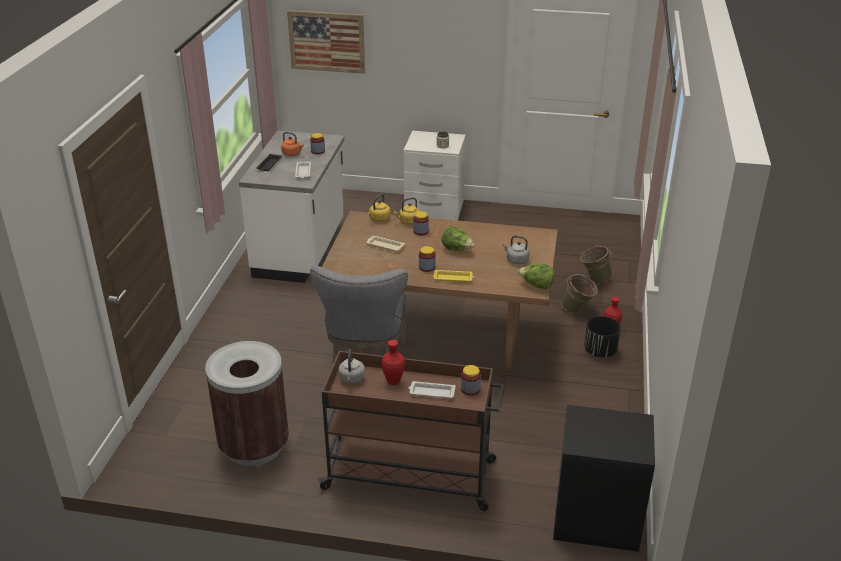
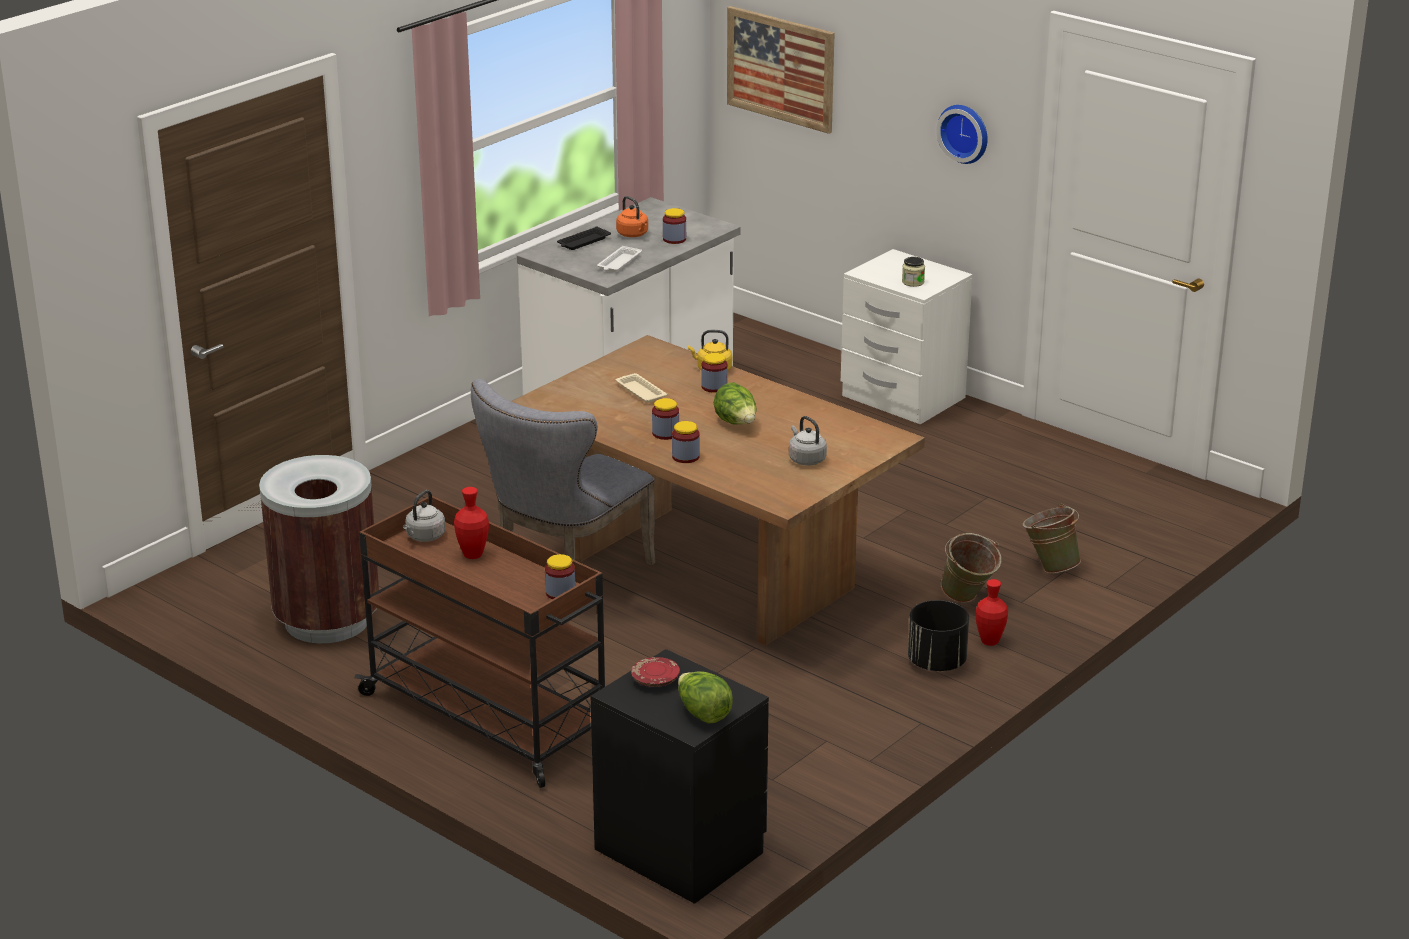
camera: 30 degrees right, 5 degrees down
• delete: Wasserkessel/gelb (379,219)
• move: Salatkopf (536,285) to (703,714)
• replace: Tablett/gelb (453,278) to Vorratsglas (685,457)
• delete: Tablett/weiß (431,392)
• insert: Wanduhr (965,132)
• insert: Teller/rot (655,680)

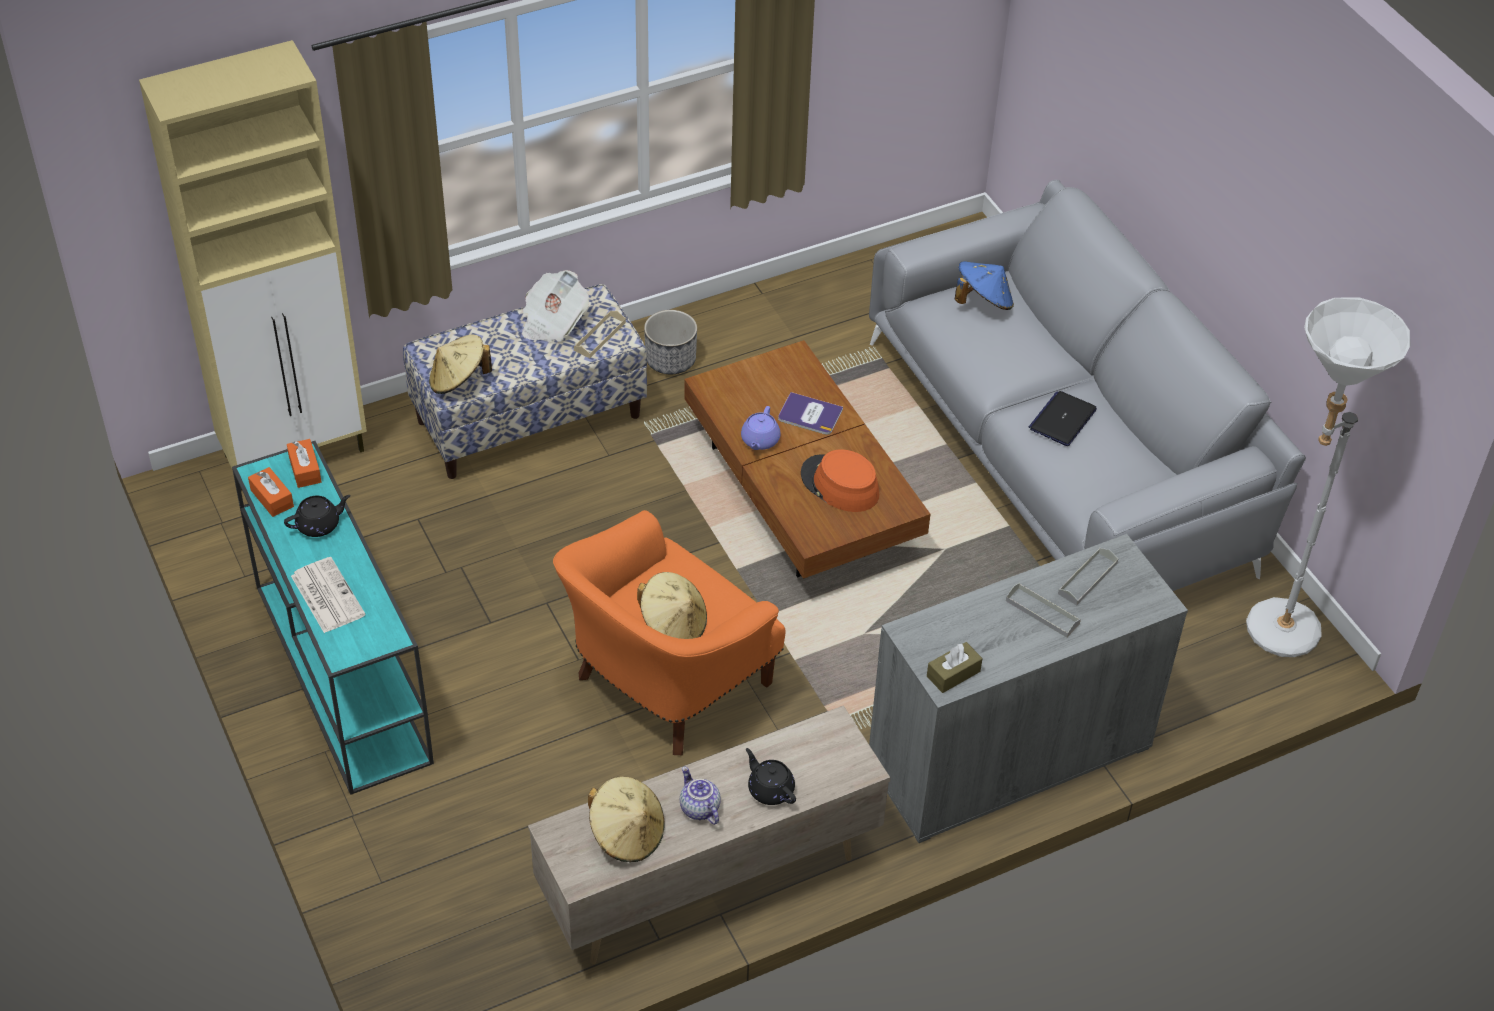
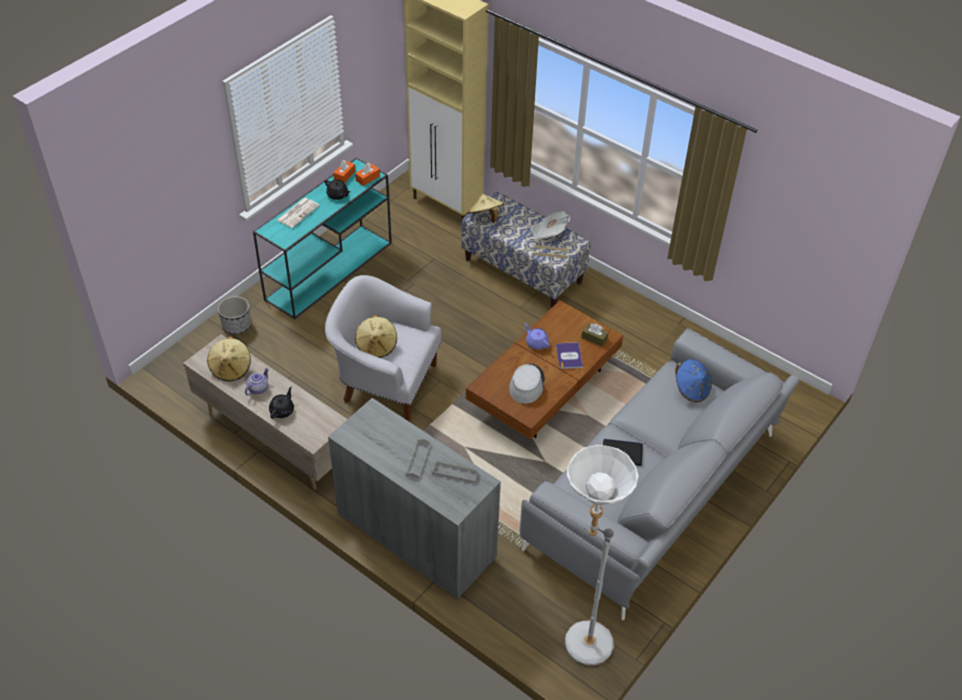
camera: 65 degrees right, 0 degrees up
• move: Pflanzkübel (670,360) to (237,325)
• rotate: Teekanne/lila (760,440) = (536,343) 60 degrees clockwise
• recolor: Hut/orange (839,485) to Hut/grau (526,384)
• recolor: Sessel/orange (666,684) to Sessel/weiß (385,381)
• move: Taschentuchbox/braun (953,674) to (594,338)

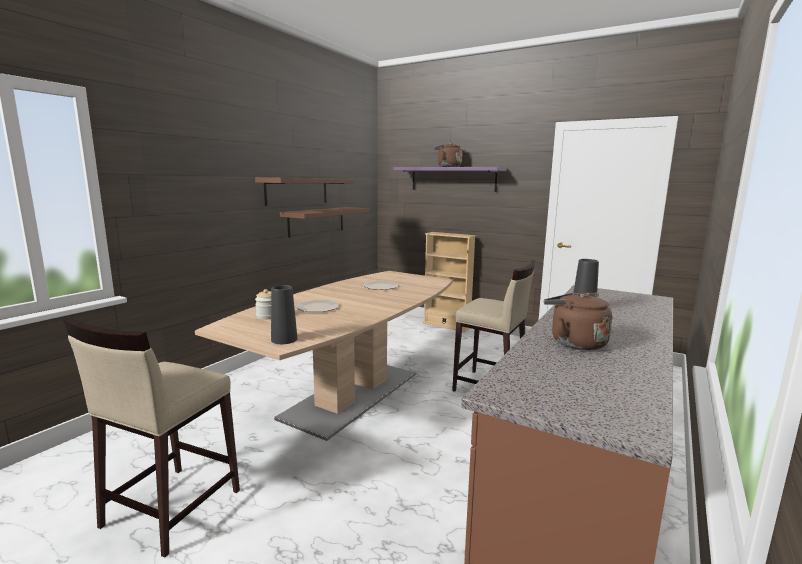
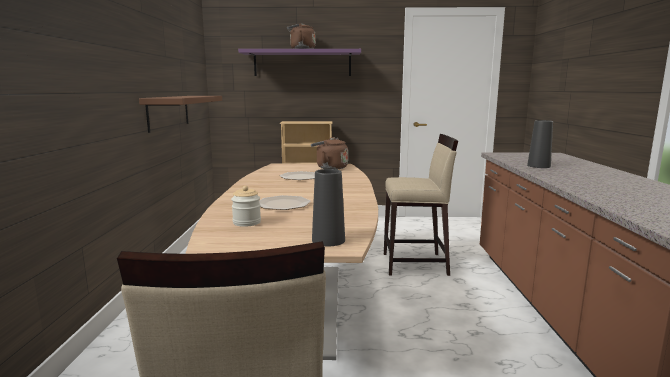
camera: 30 degrees left, 0 degrees up
• delete: Wandregal/braun (297,191)
• move: Wasserkessel/braun (574,342) to (329,168)

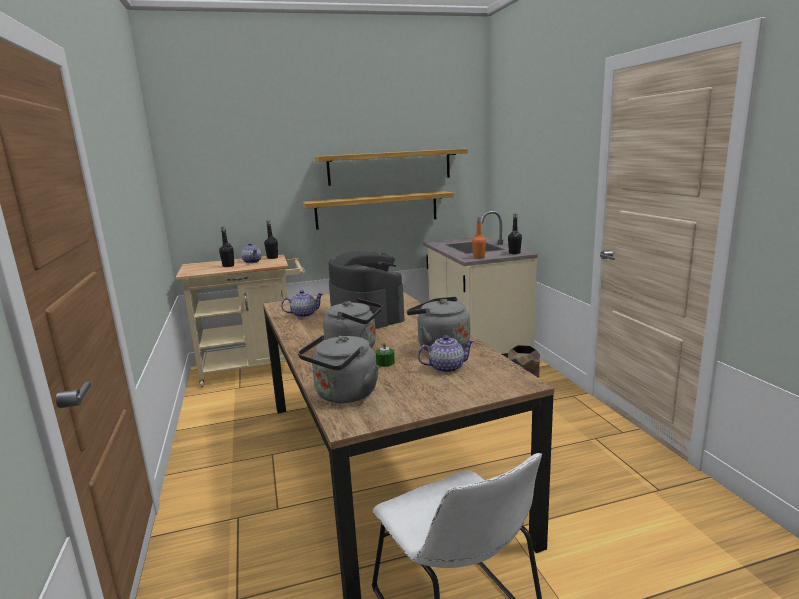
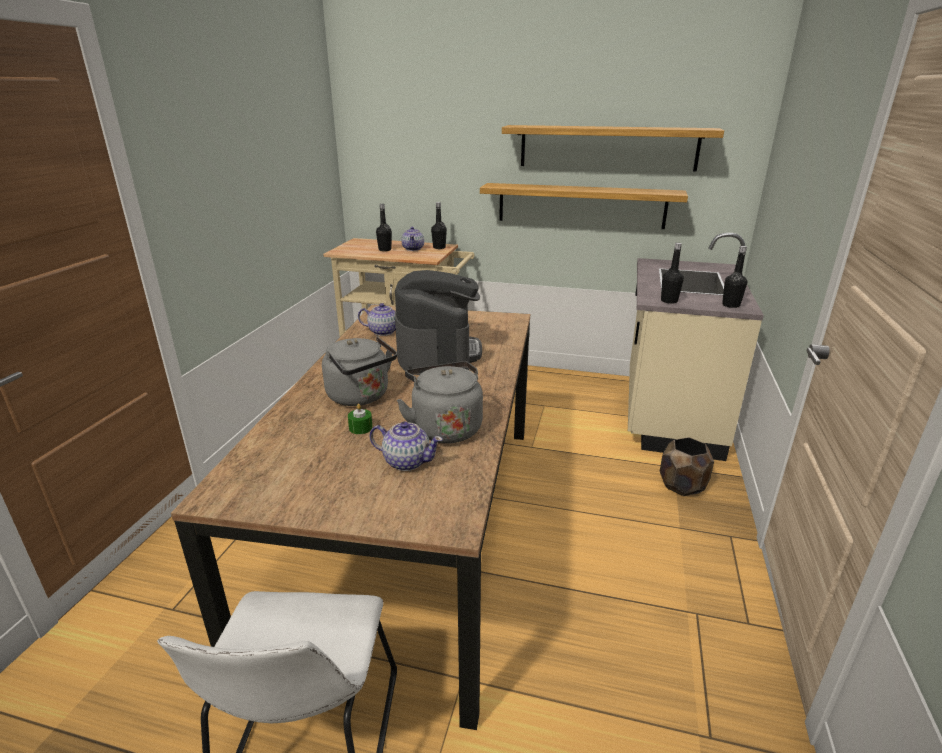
camera: 30 degrees right, 10 degrees up
• recolor: Flasche/orange (479,257) to Flasche/schwarz (669,301)
• delete: Wasserkessel/grau (344,395)

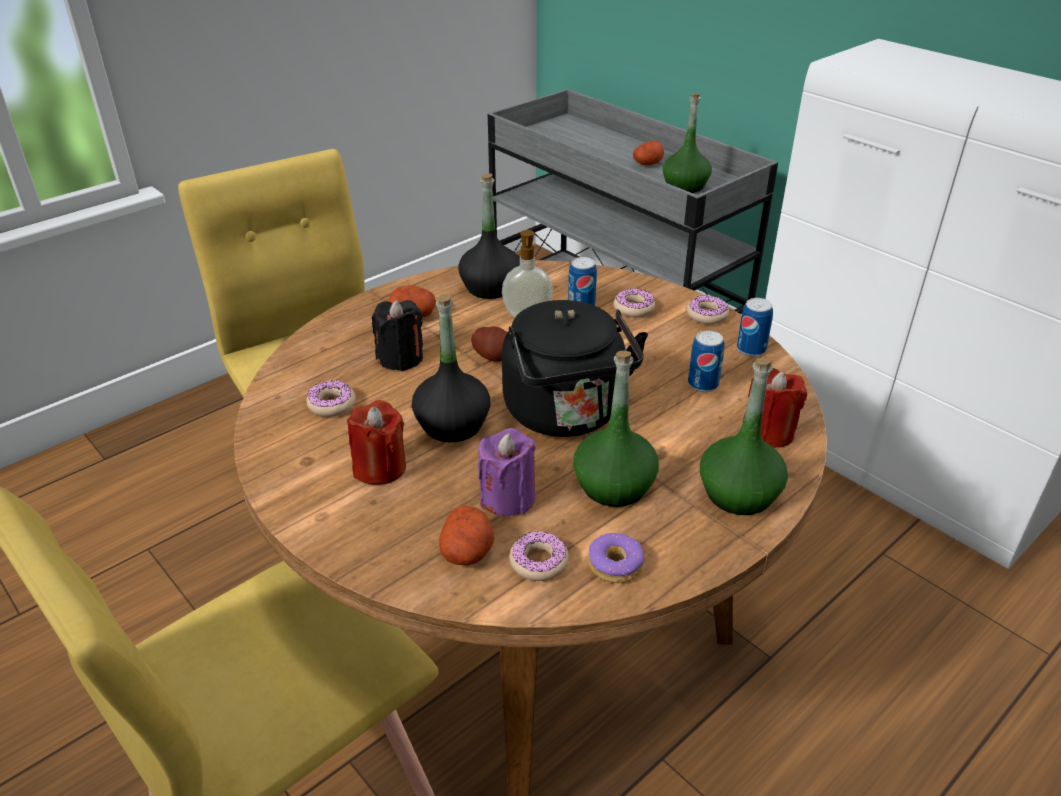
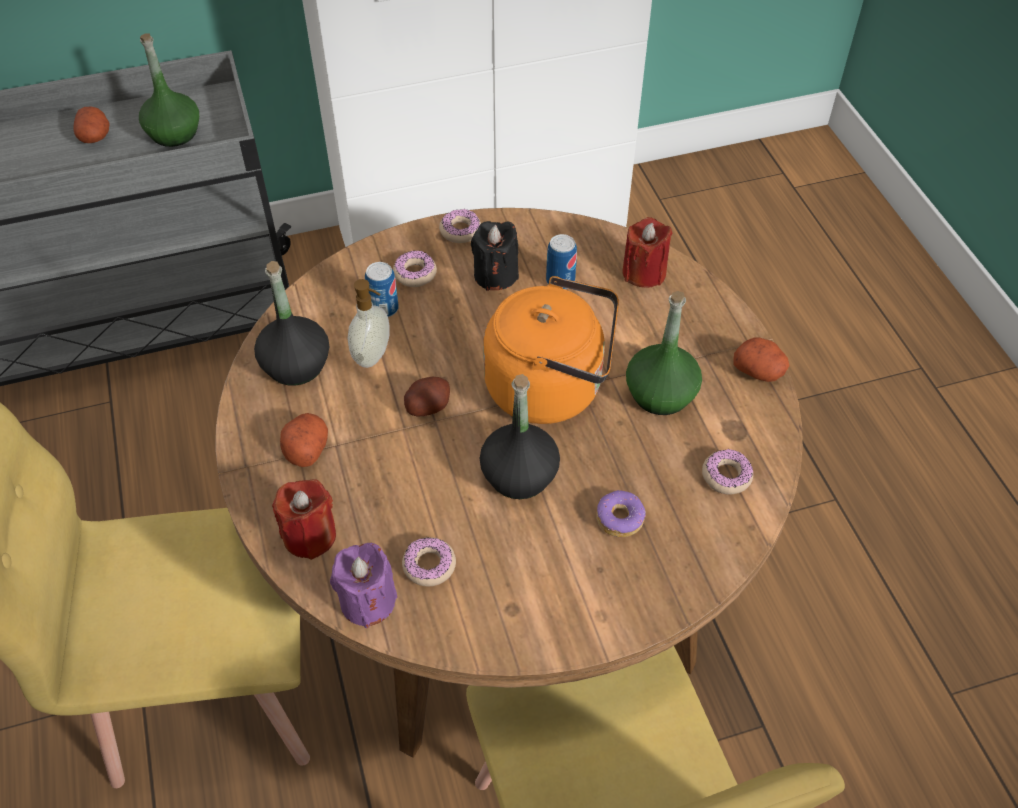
camera: 65 degrees left, 15 degrees up
• delete: Dose (751,349)
• move: Kerze/schwarz (400,358) to (495,275)
• recolor: Wasserkessel/schwarz (567,415) to Wasserkessel/orange (551,387)
• delete: Flasche/grün (738,494)
• move: Kerze/rot (379,468) to (310,536)
• move: Kerze/lila (508,498) to (368,601)
• move: Kartoffel (467,552) to (759,371)
• move: Donut (615,565) to (619,518)

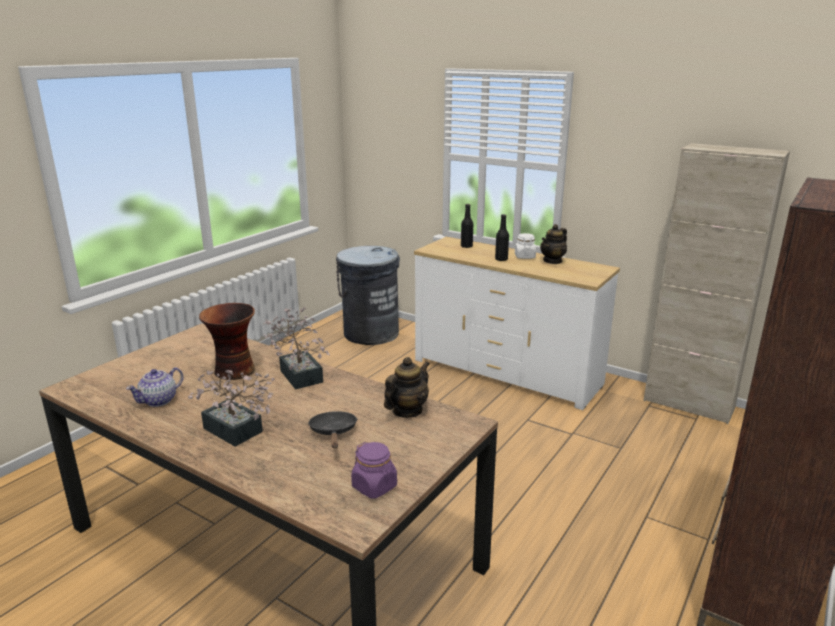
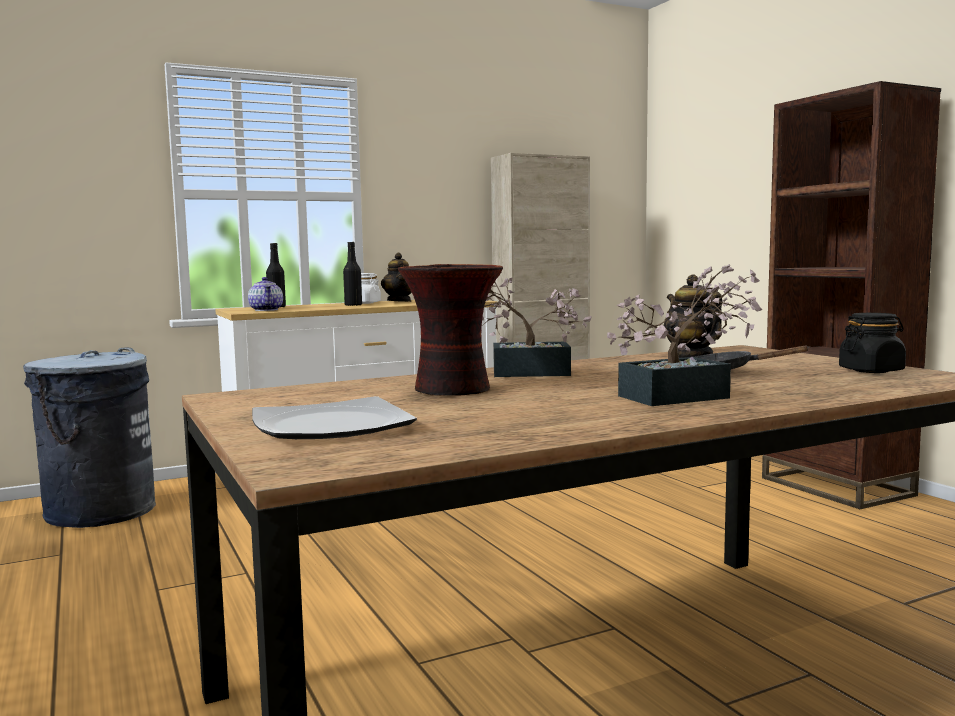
camera: 60 degrees left, 15 degrees down
• move: Teekanne (159,400) to (266,310)
• recolor: Vorratsglas/lila (374,487) to Vorratsglas/schwarz (871,370)
• insert: Teller (330,426)

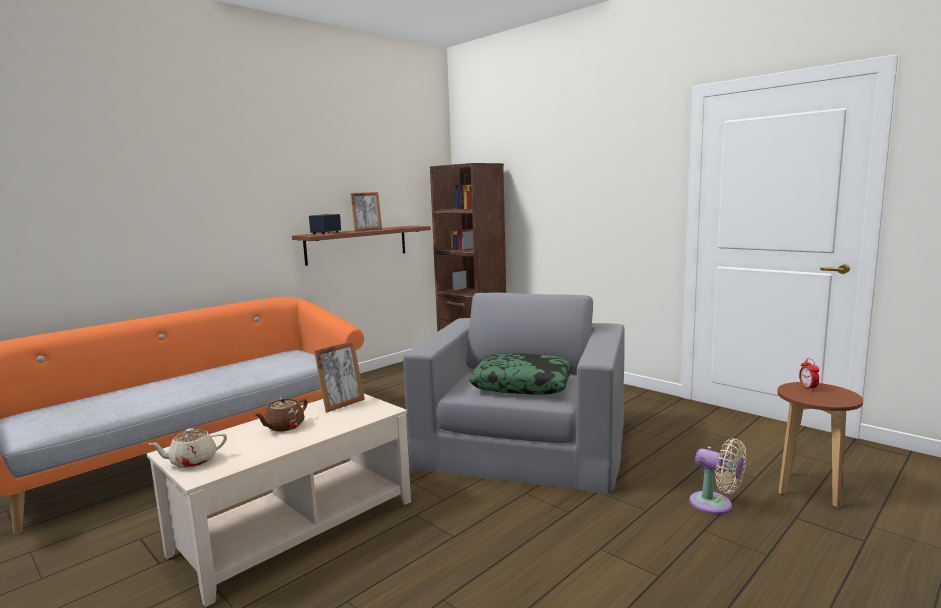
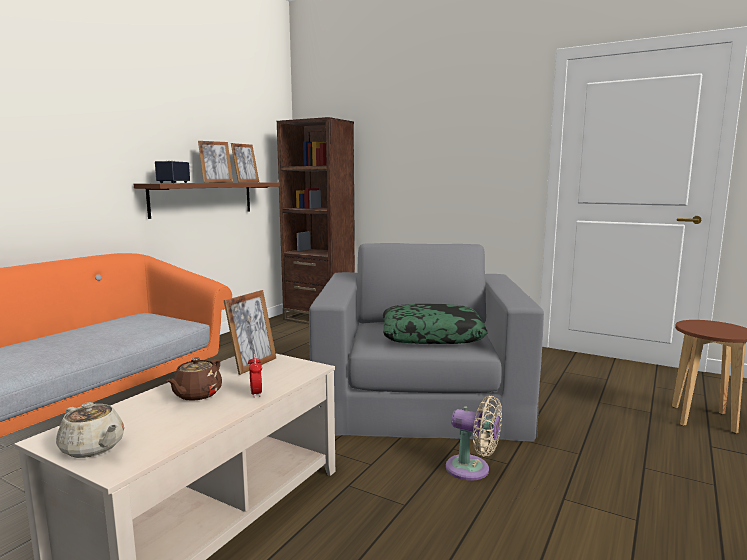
camera: 15 degrees left, 0 degrees up
• move: Wecker (808,388) to (256,393)
• rotate: Teekanne/beige (192,461) = (93,448) 105 degrees counterclockwise
• move: Ventilator/beige (715,505) to (472,469)
• insert: Bilderrahmen (246,182)

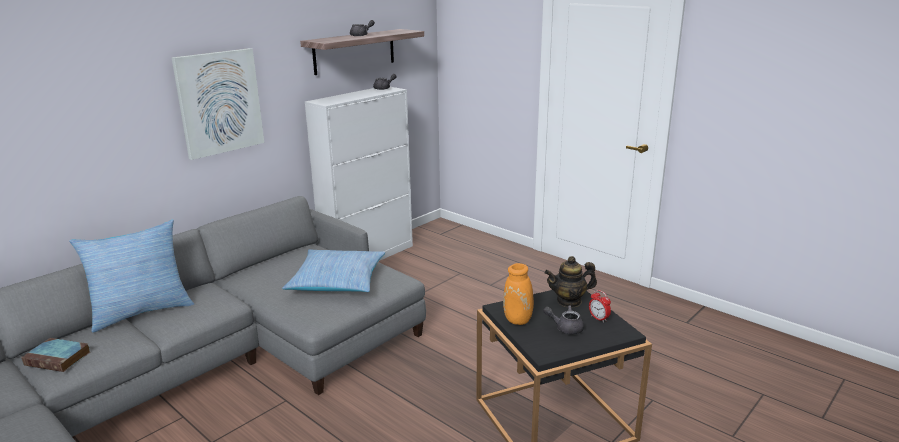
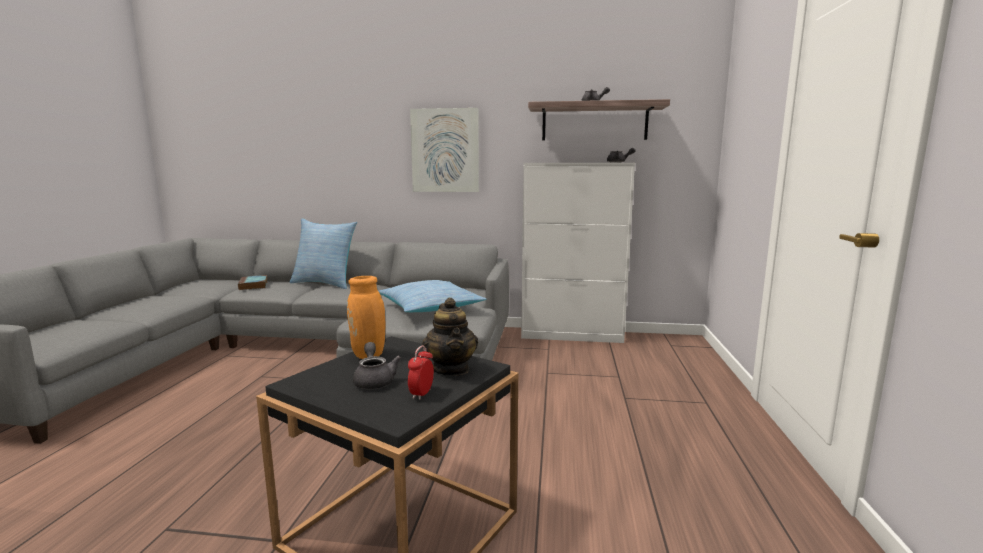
camera: 55 degrees right, 10 degrees down
• rotate: Teekanne (569,301) = (451,369) 150 degrees counterclockwise

